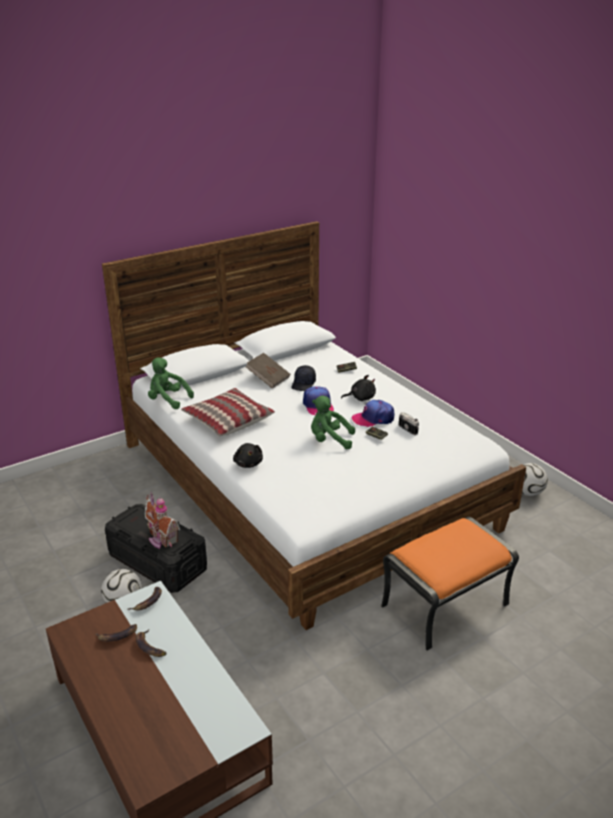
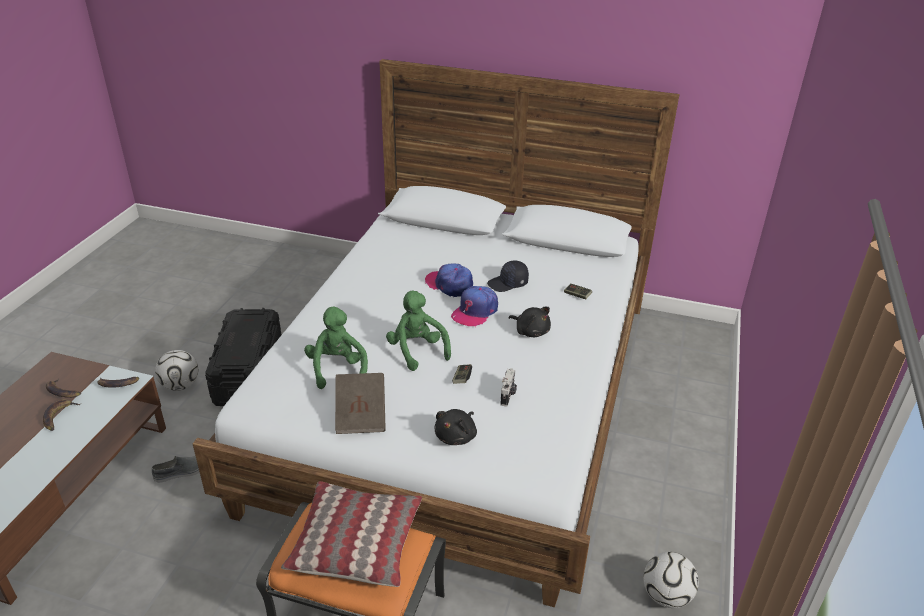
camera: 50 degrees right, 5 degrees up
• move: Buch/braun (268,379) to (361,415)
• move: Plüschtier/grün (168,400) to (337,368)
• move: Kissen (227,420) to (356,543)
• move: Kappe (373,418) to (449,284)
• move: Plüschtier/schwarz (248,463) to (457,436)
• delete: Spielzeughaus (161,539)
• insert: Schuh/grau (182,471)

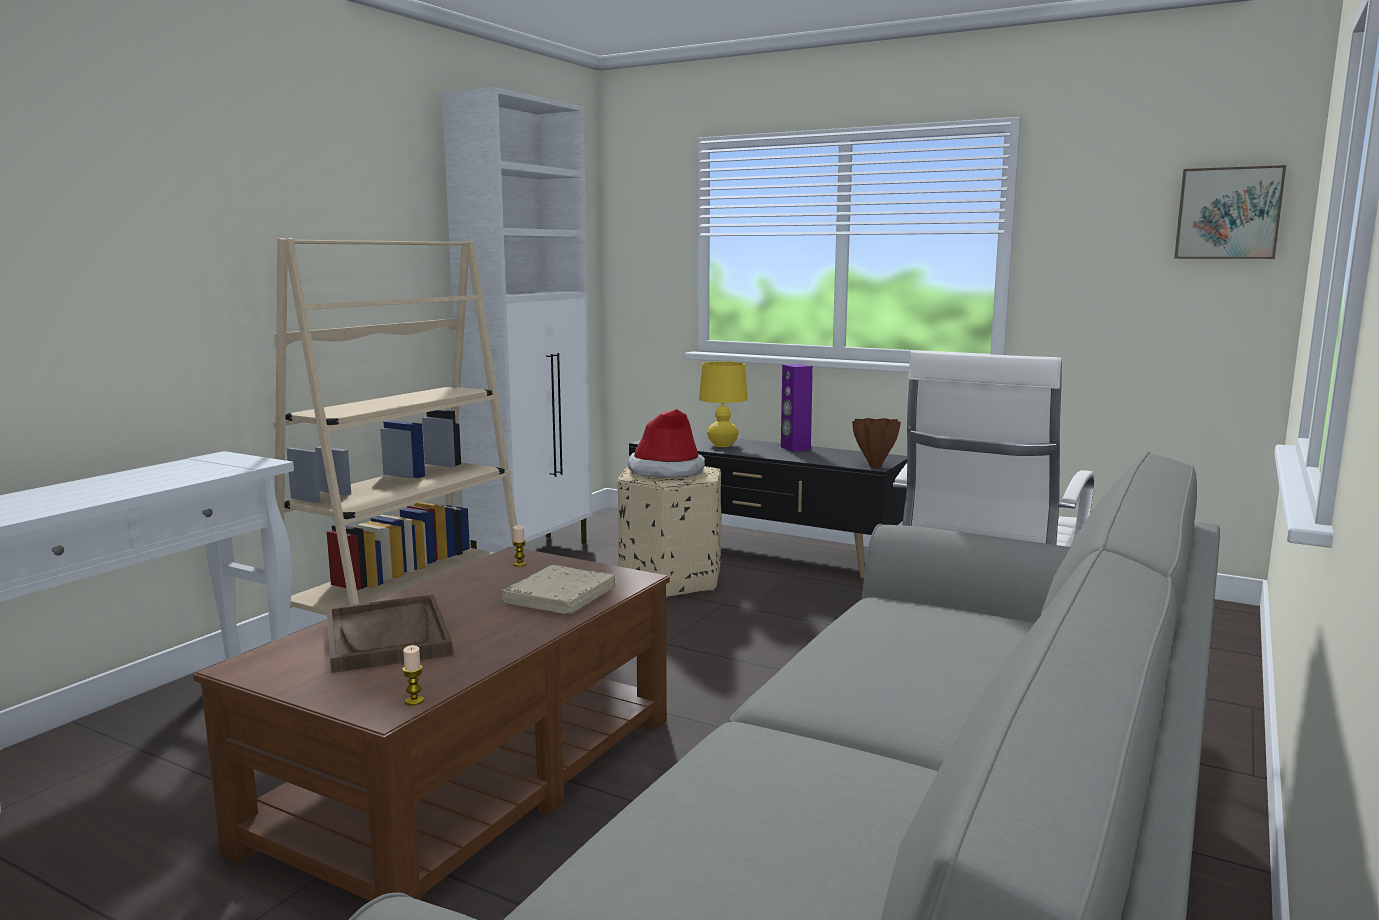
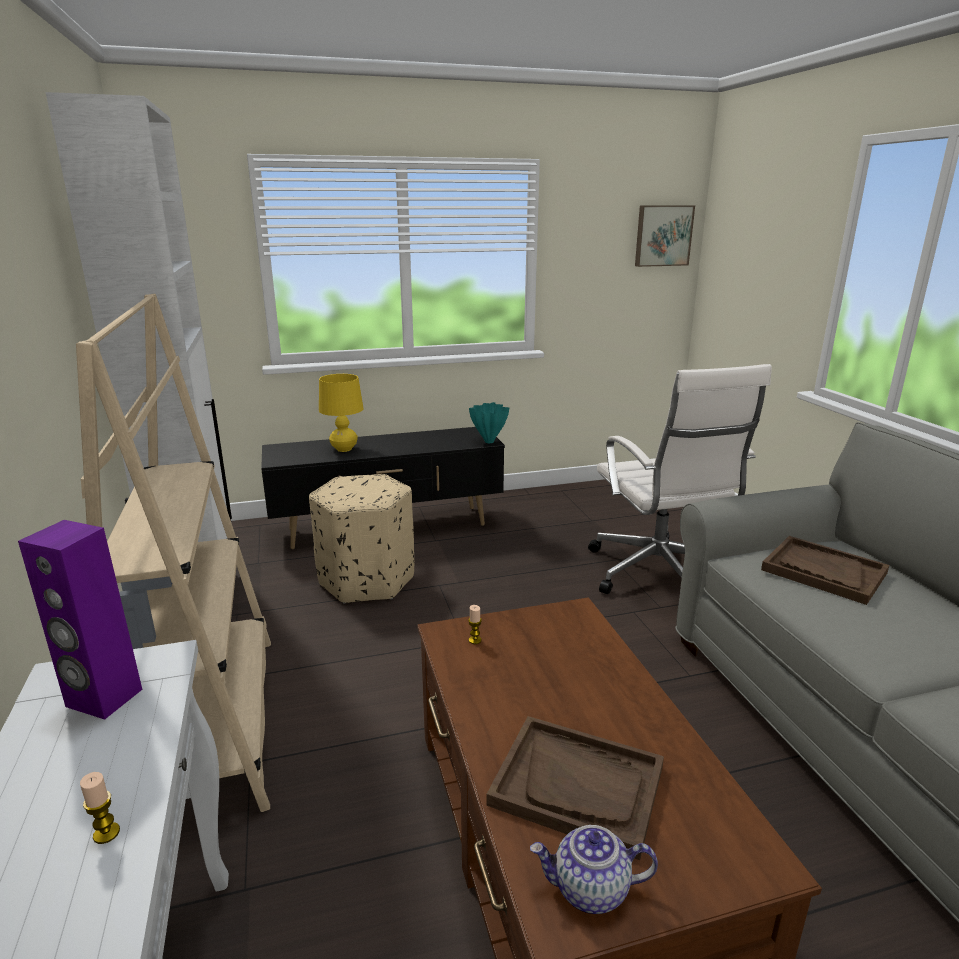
camera: 45 degrees left, 10 degrees up
• move: Lautsprecher/lila (795,448) to (103,698)
• delete: Hut (666,471)
• recolor: Vase/braun (874,466) to Vase/türkis (489,442)
• delete: Buch/beige (560,596)
• move: Kerze (414,701) to (106,833)
• insert: Tablett/braun (823,571)
• insert: Teekanne (590,890)

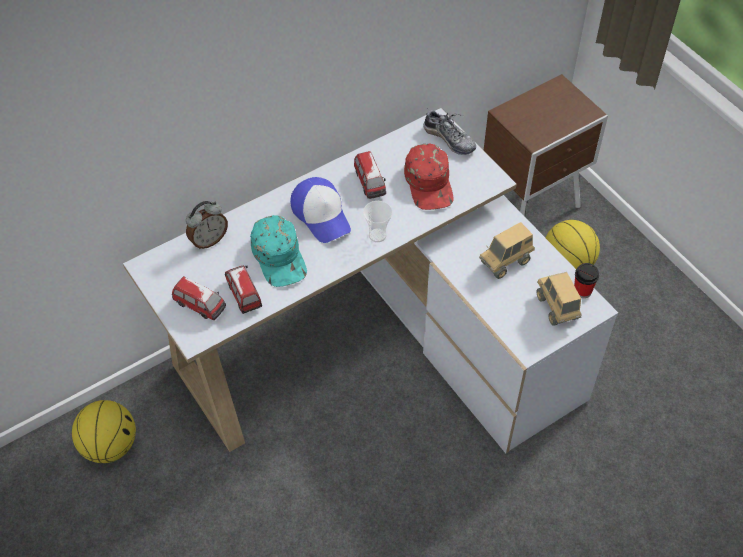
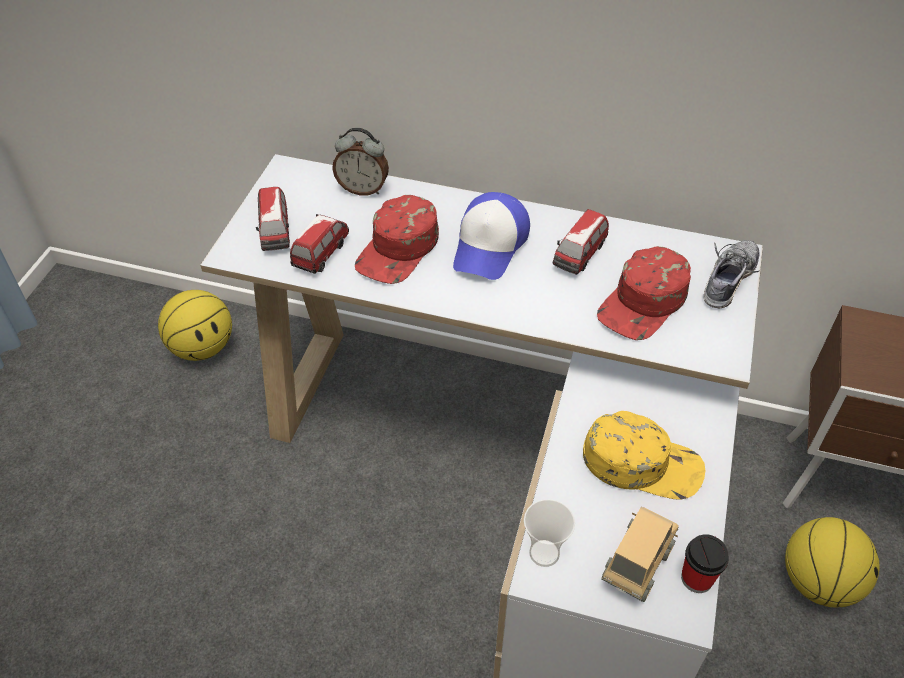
camera: 50 degrees right, 5 degrees down
• rotate: Schuh (449,139) = (728,280) 150 degrees counterclockwise
• move: Tasse (377,235) to (544,553)
• recolor: Kappe/türkis (279,256) to Kappe/rot (399,249)
• replace: Spielzeuglaster (505,262) to Kappe/gelb (642,462)

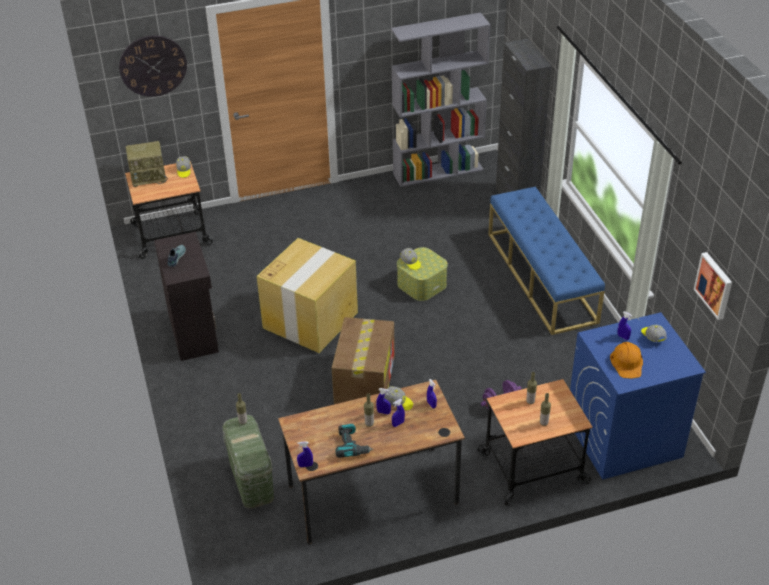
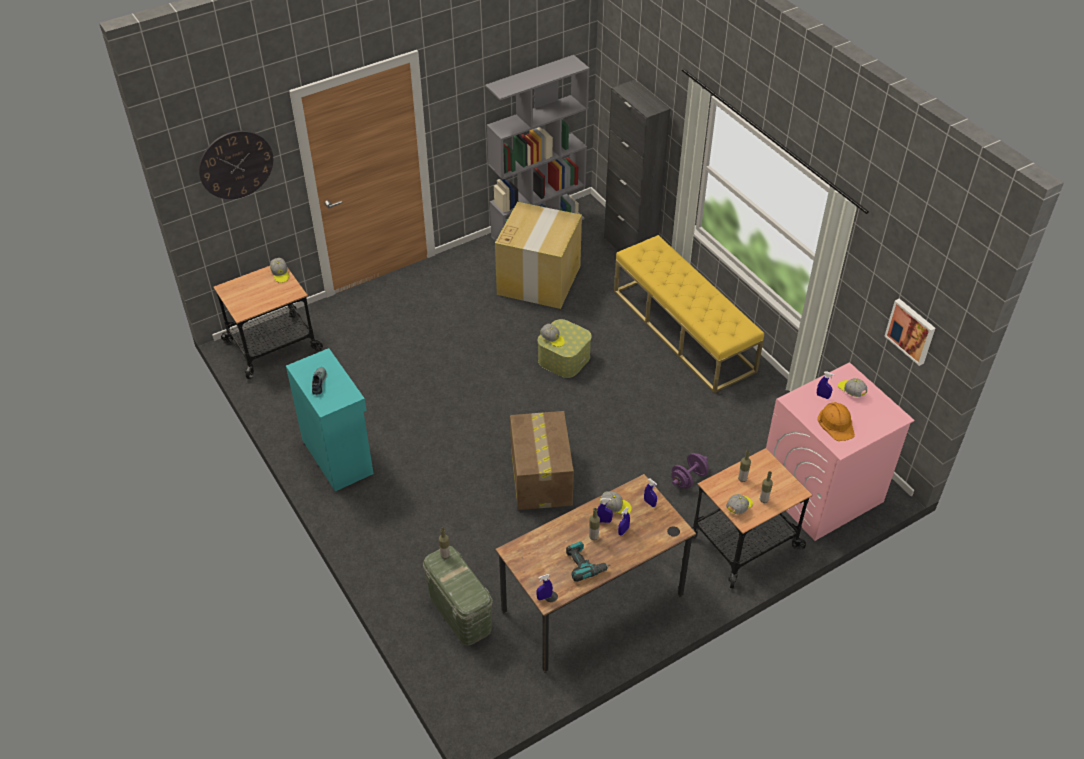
camera: 15 degrees left, 5 degrees up
• delete: Radio (149,176)
• recolor: Bank/blau (541,277) to Bank/gelb (683,330)
• recolor: Schrank/schwarz (194,332) to Schrank/türkis (338,455)
• move: Karton (311,319) to (539,279)
• recolor: Waschmaschine/blau (623,438) to Waschmaschine/rosa (820,492)
• insert: Kappe (739,507)

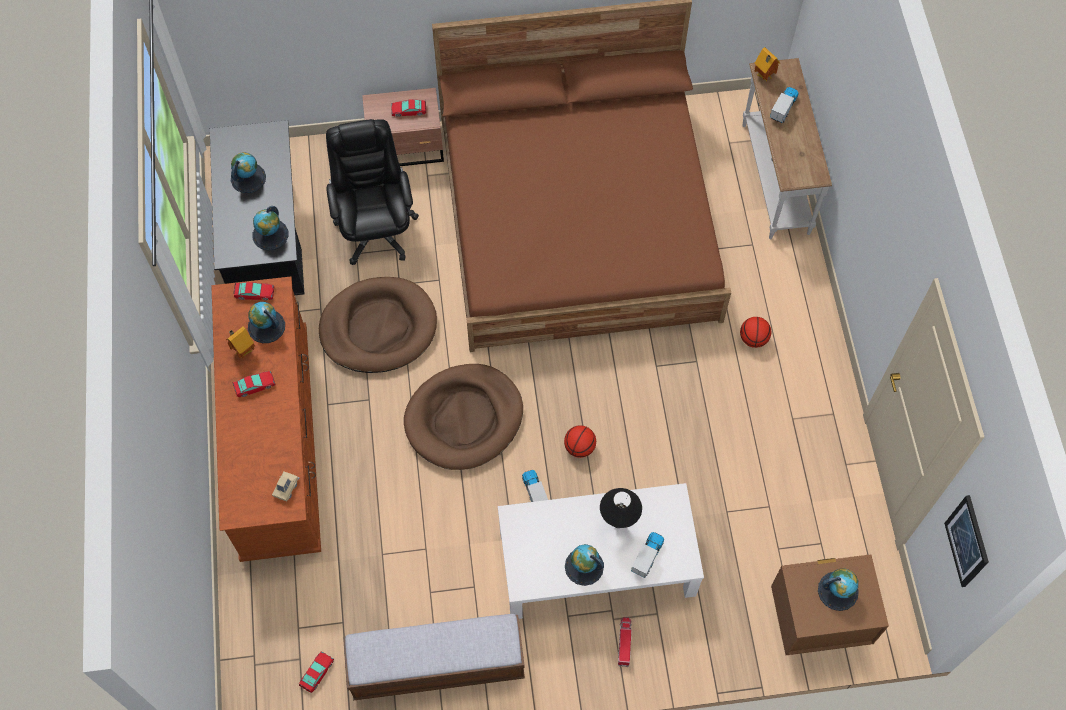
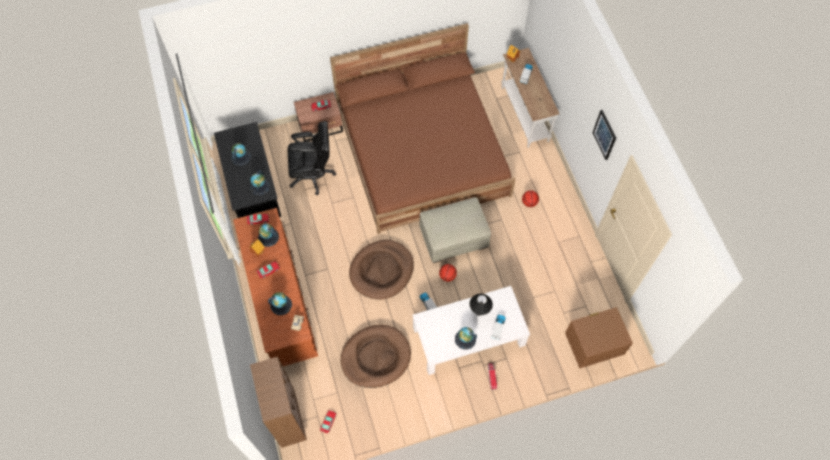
camera: 10 degrees left, 0 degrees up
• rotate: Bürostuhl/schwarz (376,229) = (313,174) 105 degrees clockwise
• move: Hundebett/braun (378,328) to (375,357)
• move: Bild (967,541) to (604,135)
• move: Globus (838,590) to (281,305)
• delete: Bank (437,666)
• insert: Polsterhocker/beige (454,237)
• insert: Bücherregal/braun (289,420)

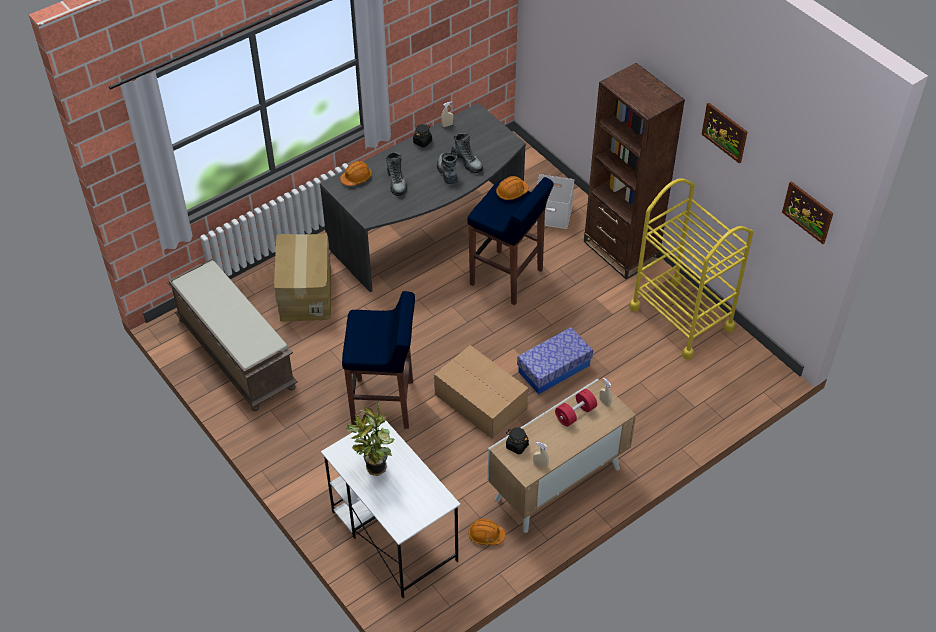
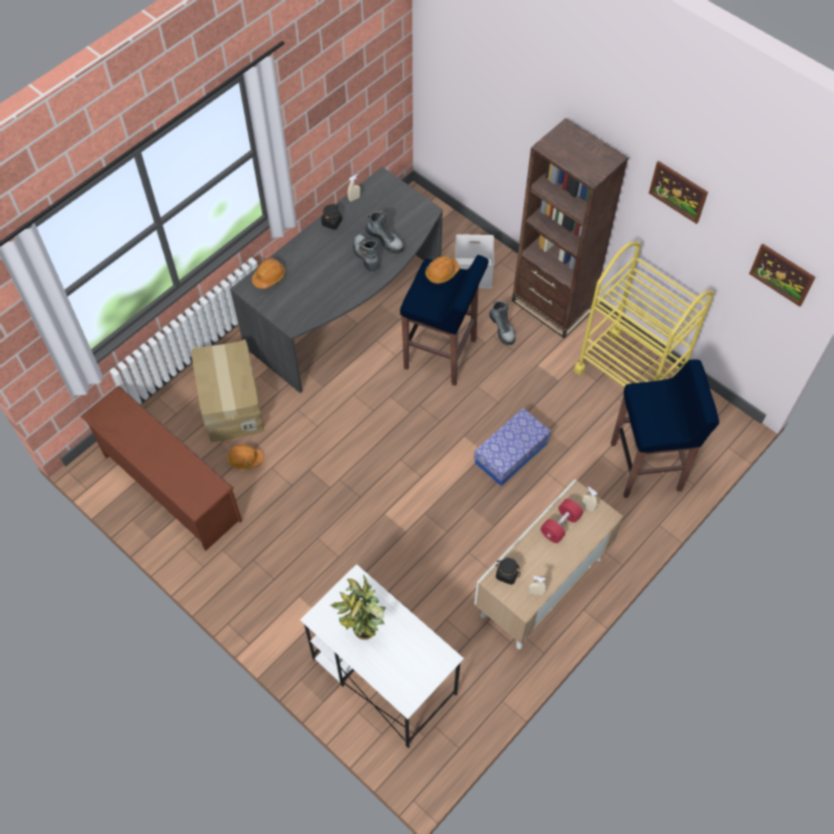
camera: 10 degrees left, 10 degrees up
• move: Stiefel (396,182) to (502,329)
• replace: Bank/braun (234,353) to Schuhregal/braun (169,488)
• move: Hocker/blau (384,404) to (647,467)
• delete: Karton (480,400)
• move: Schutzhelm/orange (486,535) to (245,459)

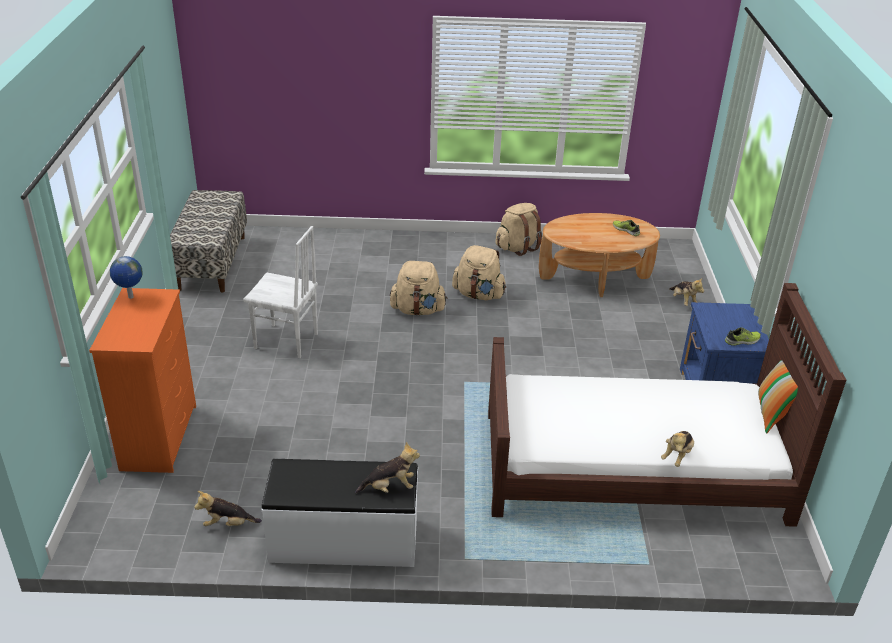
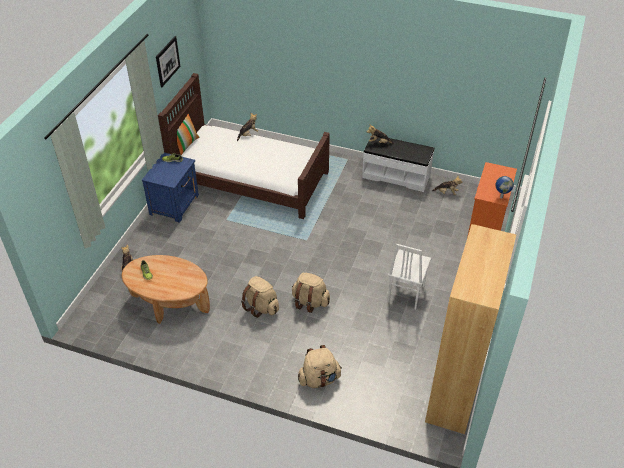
camera: 160 degrees left, 10 degrees up
• replace: Bank (211,262) to Bücherregal/braun (454,391)
• move: Rucksack/beige (518,247) to (319,379)
• rotate: Stuhl/weiß (286,342) = (405,294) 105 degrees counterclockwise
• insert: Bild (167,61)

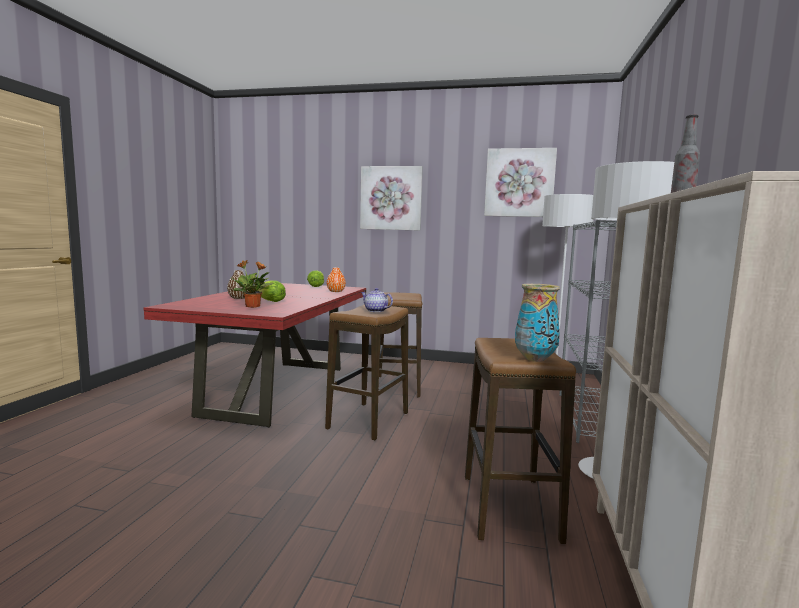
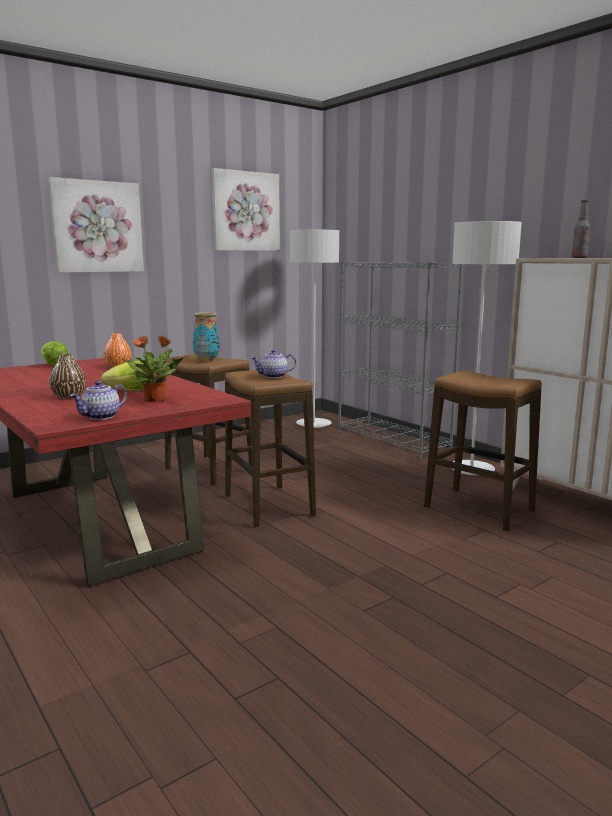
camera: 50 degrees left, 5 degrees up
• move: Vase (535,359) to (206,360)
• insert: Teekanne (101,417)

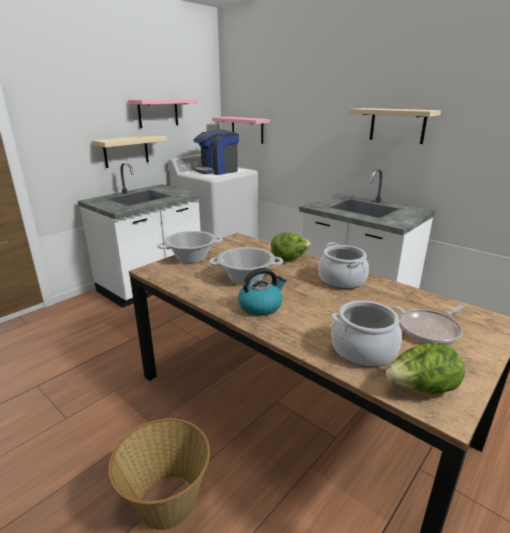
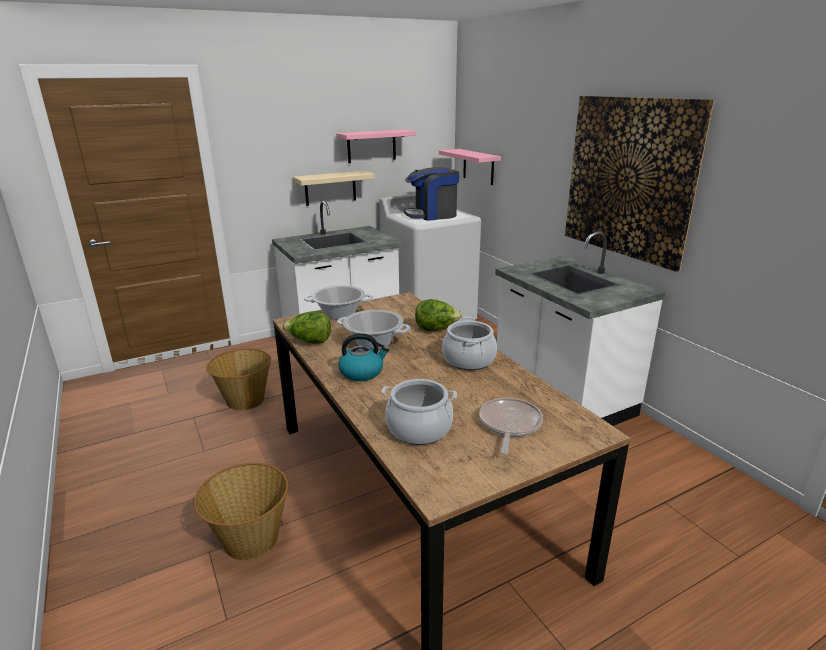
camera: 20 degrees right, 0 degrees up
• replace: Wandregal/beige (397,125) to Bild (629,178)
• rotate: Pfanne (431,330) = (509,425) 120 degrees clockwise
• move: Salatkopf (421,389) to (309,342)
• insert: Korb (245,400)

